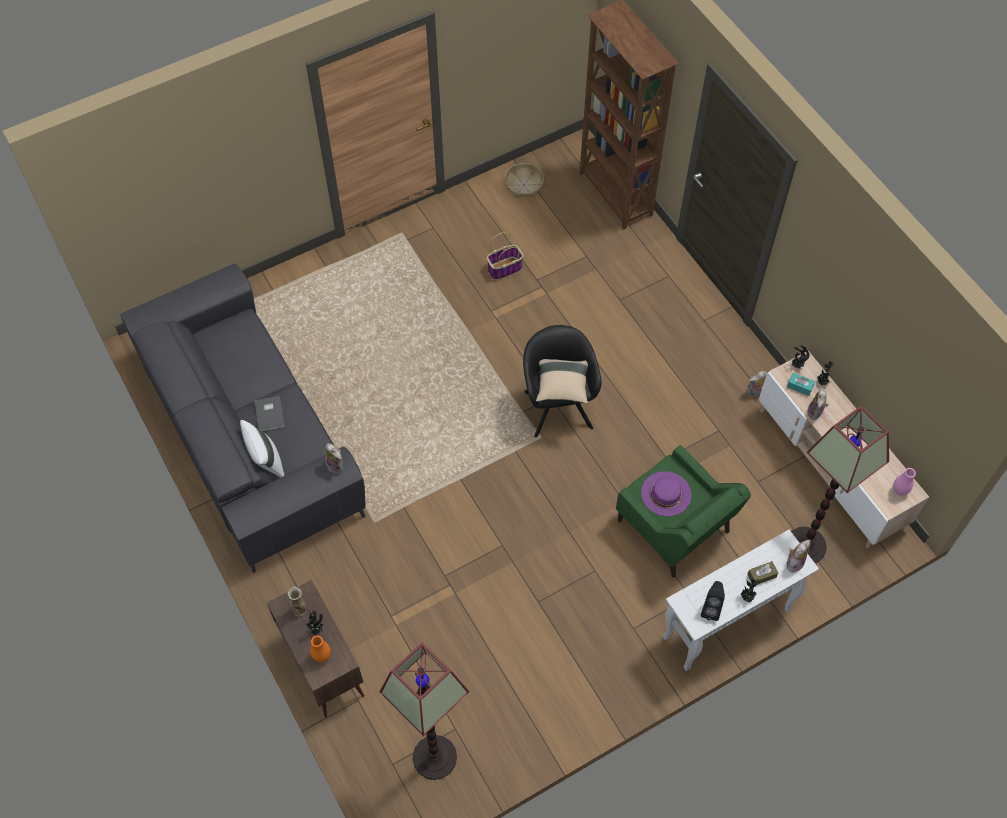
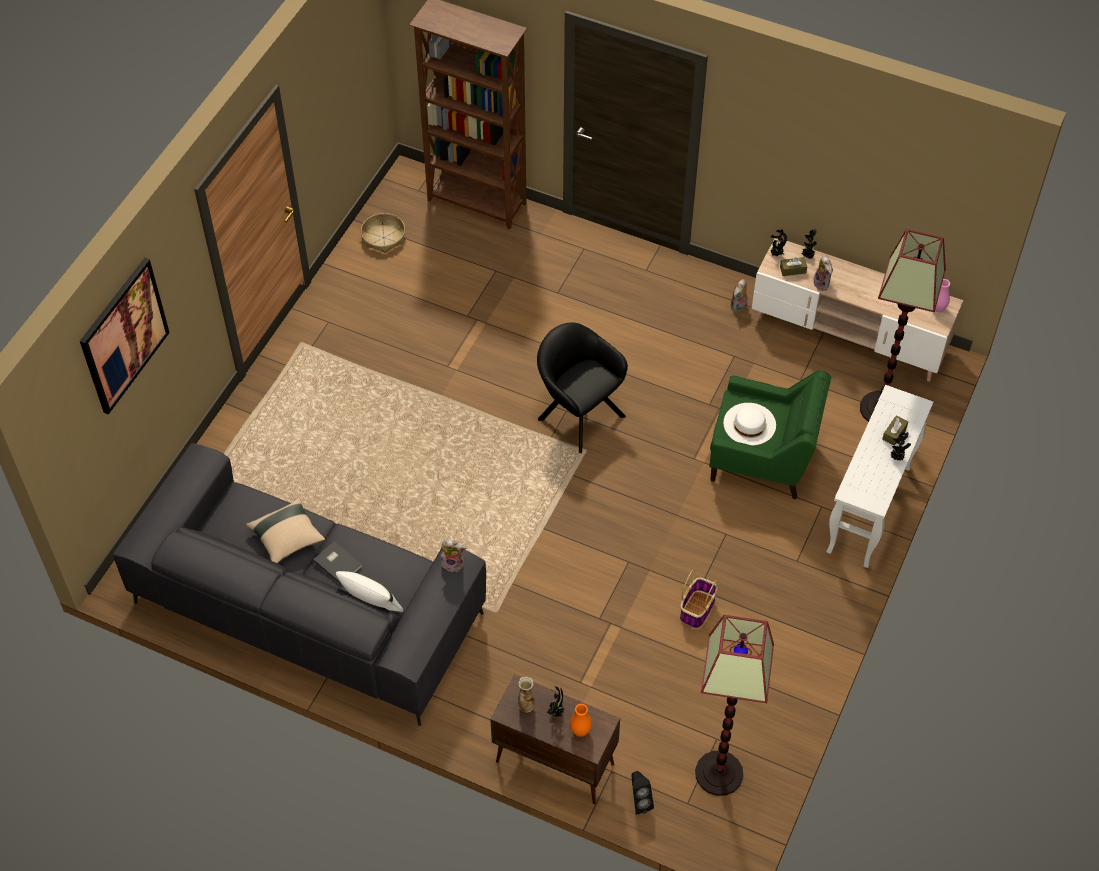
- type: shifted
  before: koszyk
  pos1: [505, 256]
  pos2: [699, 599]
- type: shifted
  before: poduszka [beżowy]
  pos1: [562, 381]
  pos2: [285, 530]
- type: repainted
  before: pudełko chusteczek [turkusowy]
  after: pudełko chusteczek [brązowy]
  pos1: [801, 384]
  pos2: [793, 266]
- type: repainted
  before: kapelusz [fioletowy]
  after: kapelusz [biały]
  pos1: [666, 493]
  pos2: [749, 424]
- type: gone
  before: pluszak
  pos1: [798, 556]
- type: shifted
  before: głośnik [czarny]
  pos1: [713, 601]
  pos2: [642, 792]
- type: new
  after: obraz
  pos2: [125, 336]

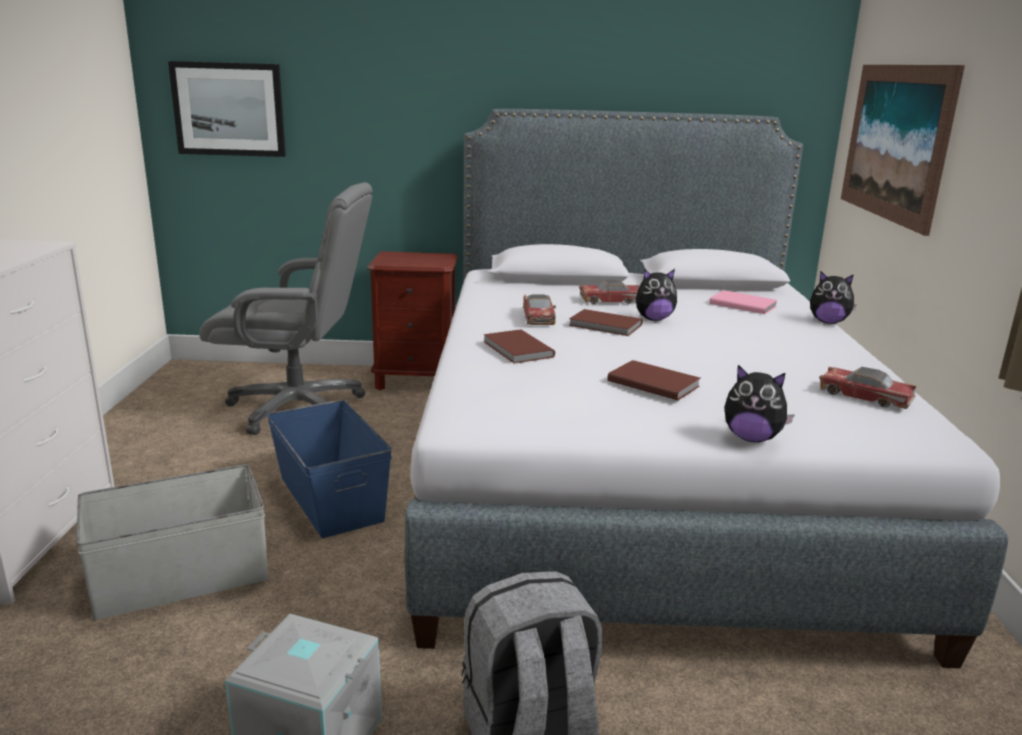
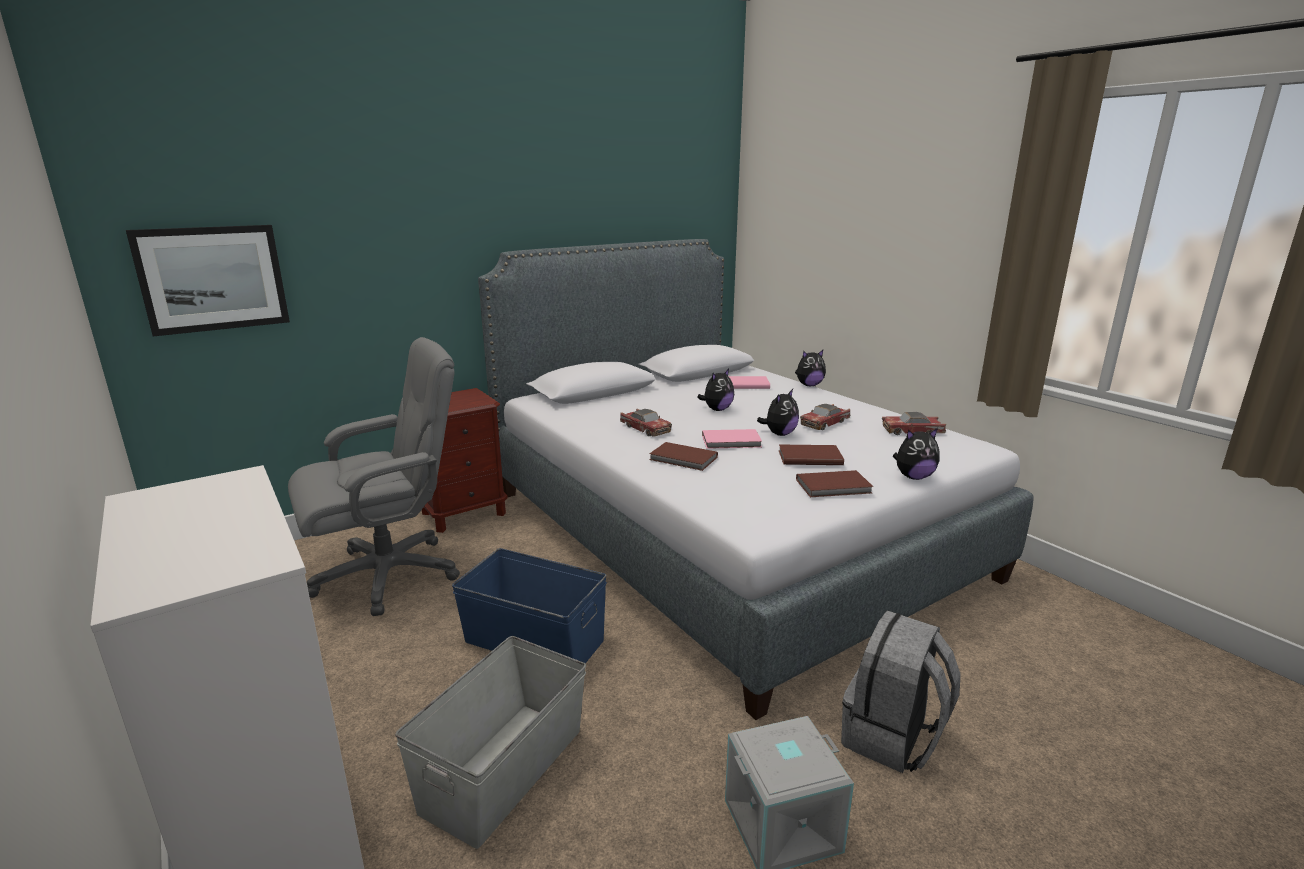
- type: gone
  before: obraz
  pos1: [903, 150]
- type: shifted
  before: samochodzik
  pos1: [609, 291]
  pos2: [825, 417]
- type: shifted
  before: książka [brązowy]
  pos1: [606, 322]
  pos2: [834, 483]
- type: new
  after: pluszak
  pos2: [778, 412]
- type: new
  after: książka [różowy]
  pos2: [732, 439]

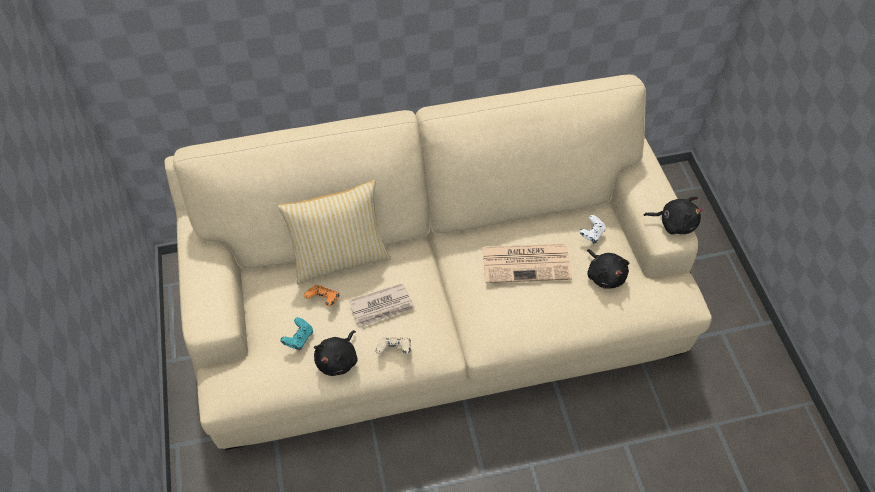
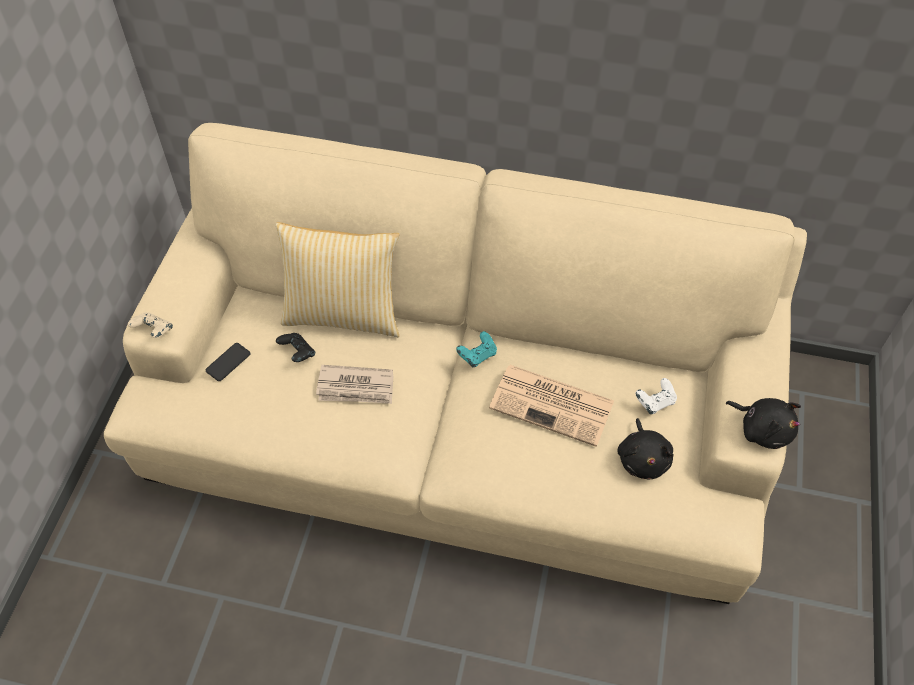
- type: repainted
  before: pad do gier [pomarańczowy]
  after: pad do gier [czarny]
  pos1: [321, 295]
  pos2: [295, 347]
- type: shifted
  before: pad do gier [turkusowy]
  pos1: [296, 333]
  pos2: [476, 349]
- type: gone
  before: pluszak [czarny]
  pos1: [335, 353]
- type: shifted
  before: pad do gier [beżowy]
  pos1: [393, 345]
  pos2: [150, 325]
- type: new
  after: telefon
  pos2: [228, 362]

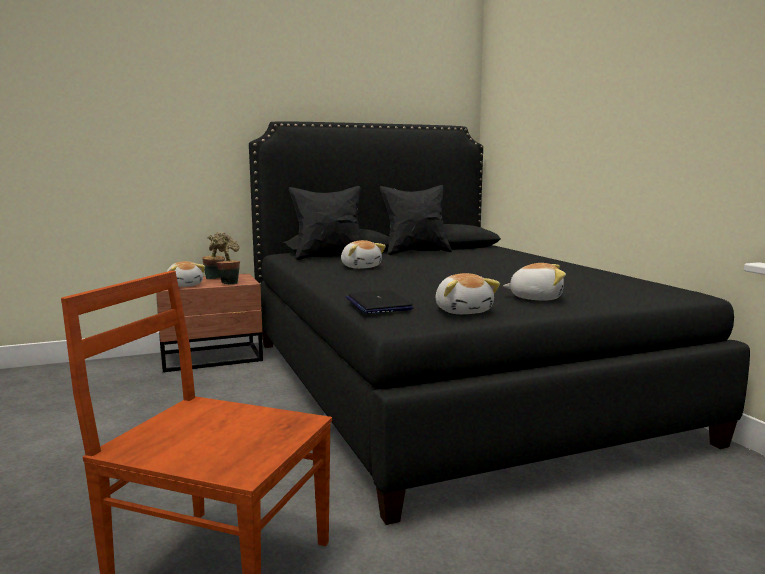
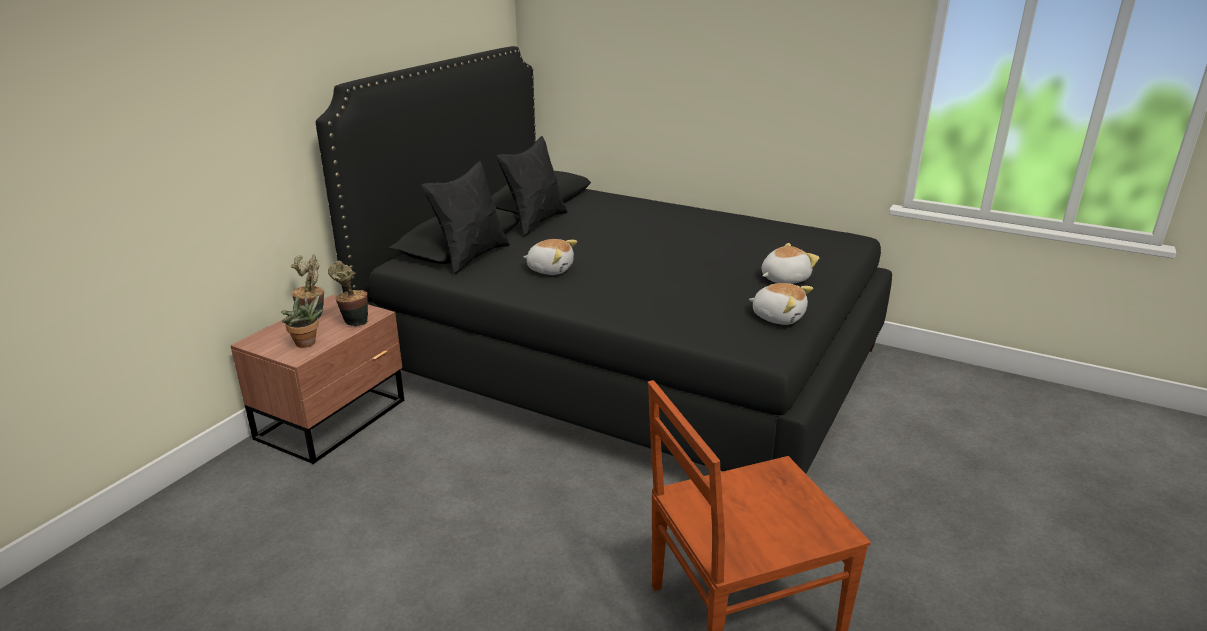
- type: swapped
  before: pluszak
  after: roślina doniczkowa
  pos1: [186, 274]
  pos2: [302, 321]
- type: gone
  before: laptop
  pos1: [380, 302]

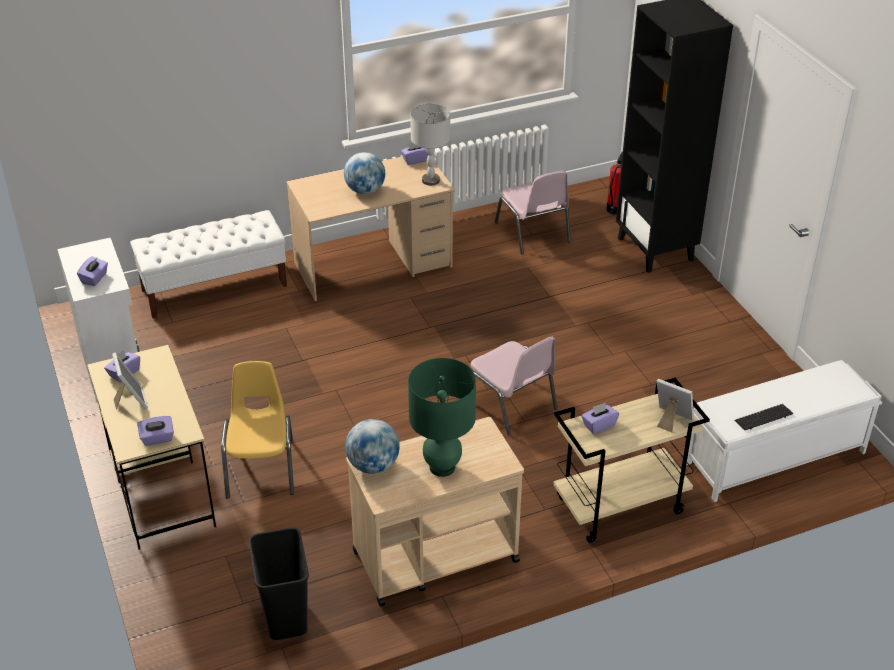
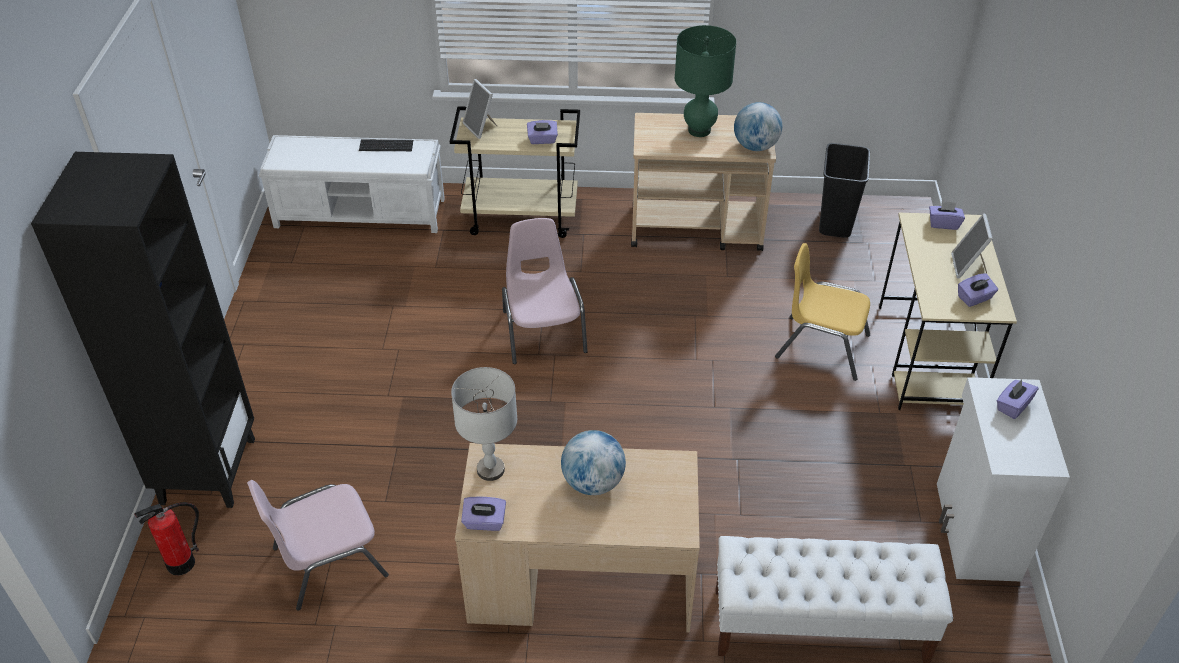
- type: rotated
  before: krzesło [różowy]
  pos1: [533, 212]
  pos2: [318, 545]
  turn: -120
- type: rotated
  before: krzesło [żółty]
  pos1: [257, 430]
  pos2: [822, 312]
  turn: 90

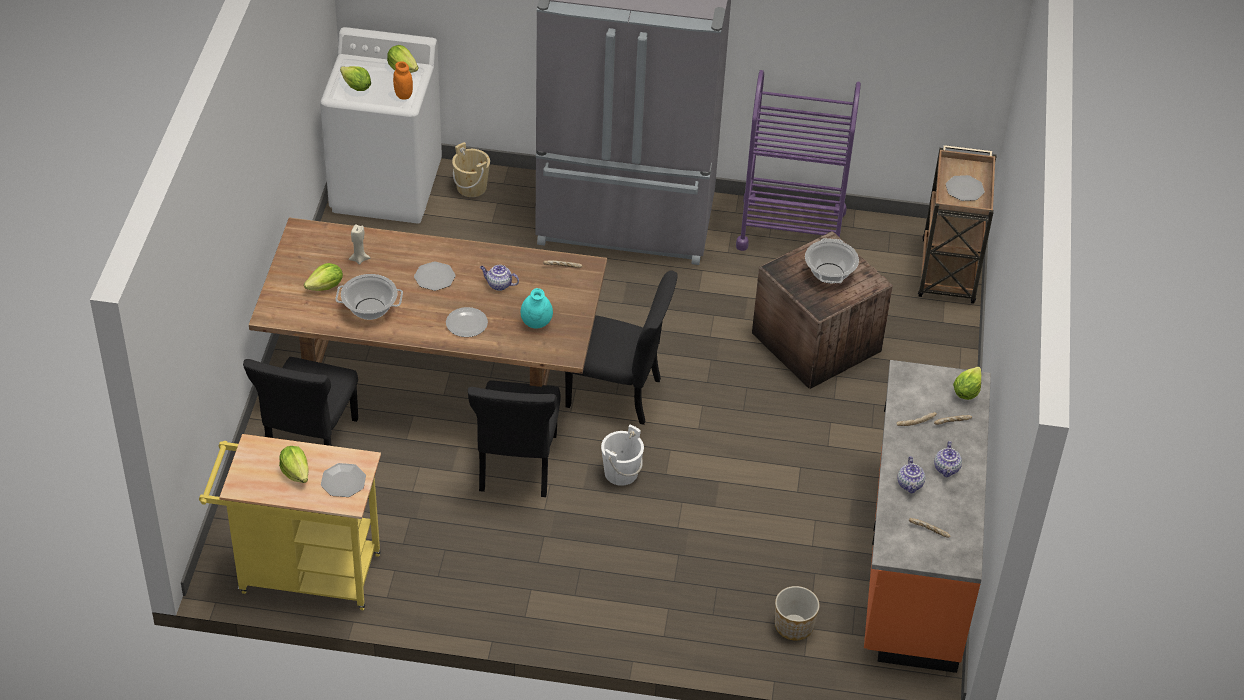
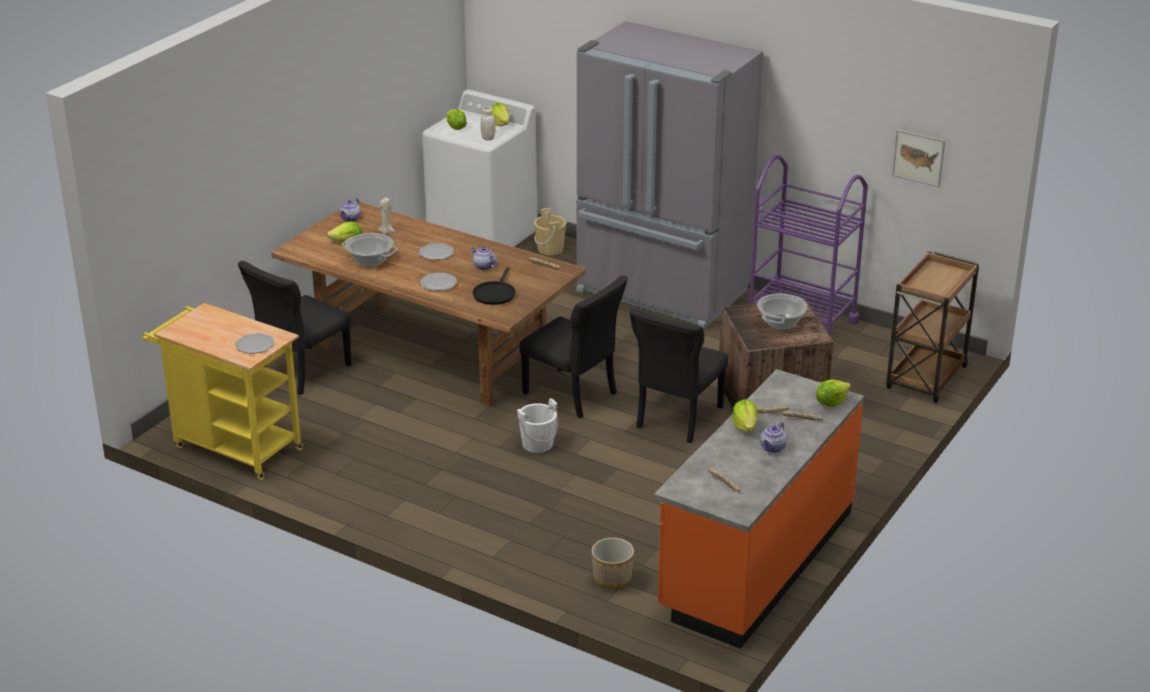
- type: repainted
  before: słoik [pomarańczowy]
  after: słoik [biały]
  pos1: [403, 80]
  pos2: [488, 123]
- type: gone
  before: talerz
  pos1: [965, 188]
- type: swapped
  before: wazon [turkusowy]
  after: patelnia [czarny]
  pos1: [537, 308]
  pos2: [494, 286]
- type: shifted
  before: krzesło [czarny]
  pos1: [514, 439]
  pos2: [679, 376]
- type: shifted
  before: sałata
  pos1: [294, 464]
  pos2: [745, 416]
- type: shifted
  before: imbryk
  pos1: [911, 475]
  pos2: [350, 209]
- type: new
  after: obraz
  pos2: [918, 158]

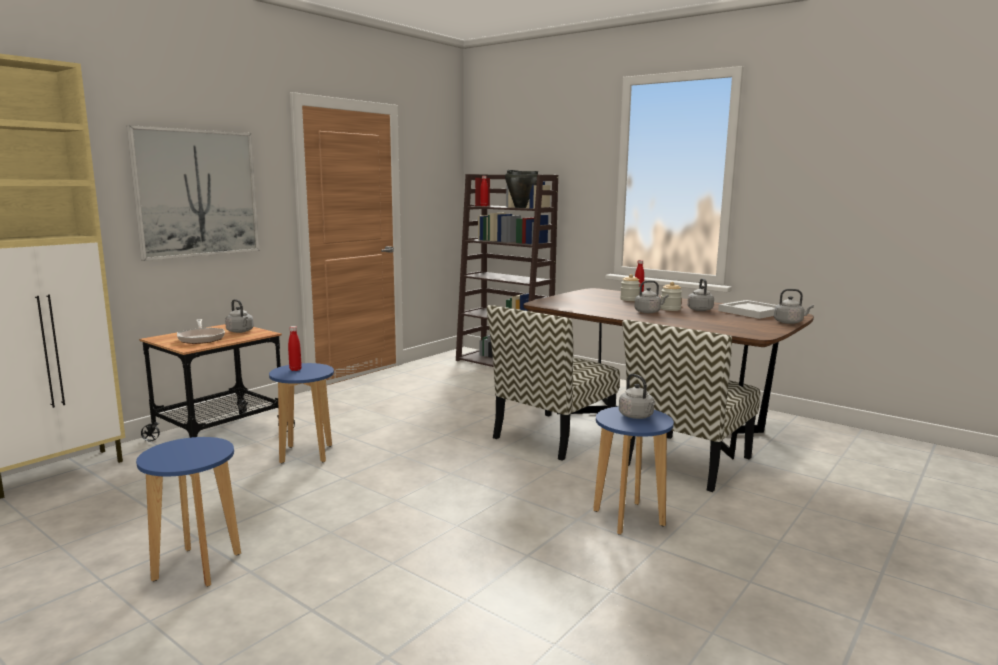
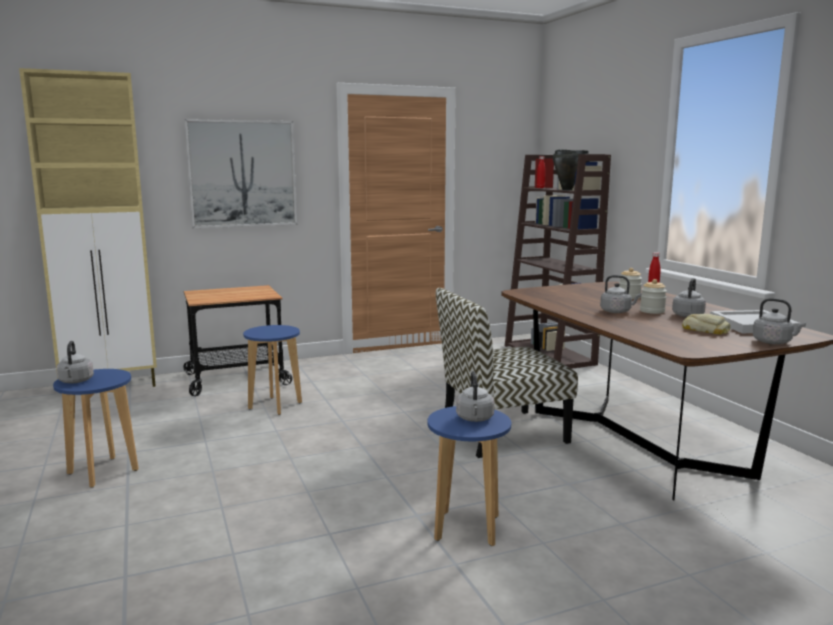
- type: shifted
  before: czajnik [szary]
  pos1: [239, 316]
  pos2: [75, 362]
- type: gone
  before: patelnia
  pos1: [201, 331]
- type: gone
  before: krzesło
  pos1: [691, 406]
- type: gone
  before: butelka [czerwony]
  pos1: [295, 348]
- type: new
  after: chleb
  pos2: [706, 324]

